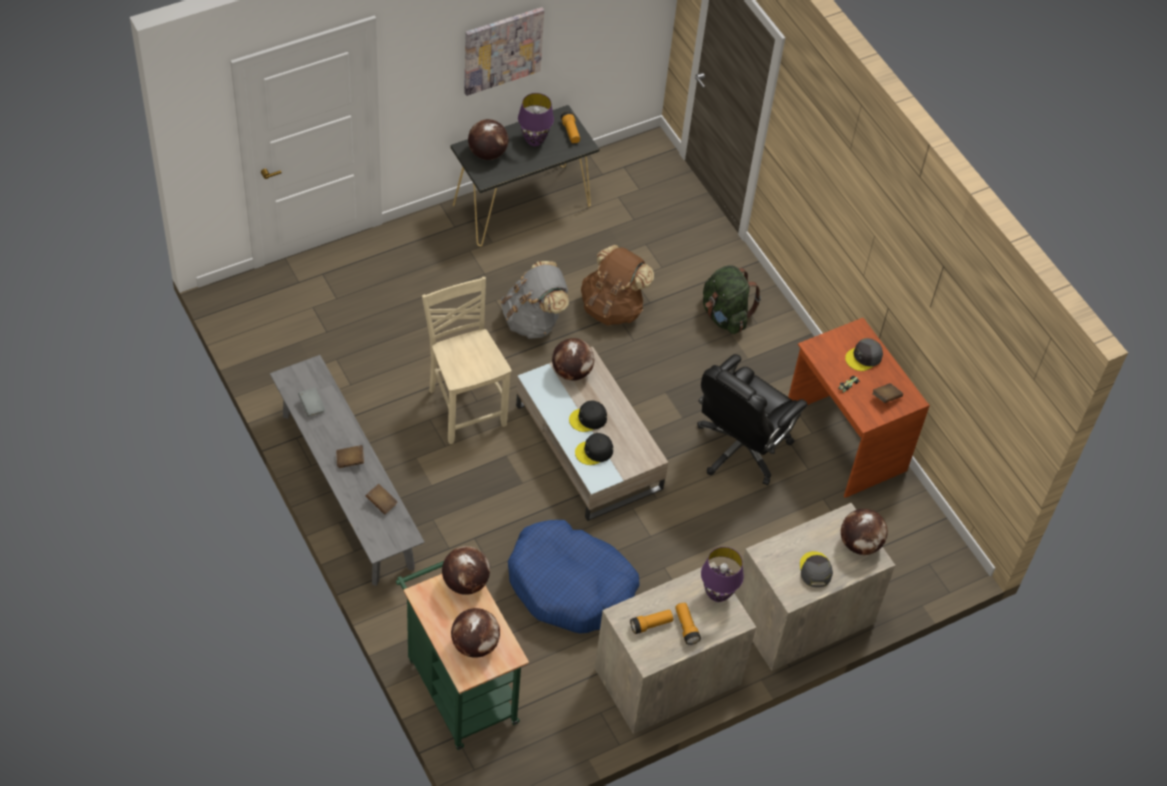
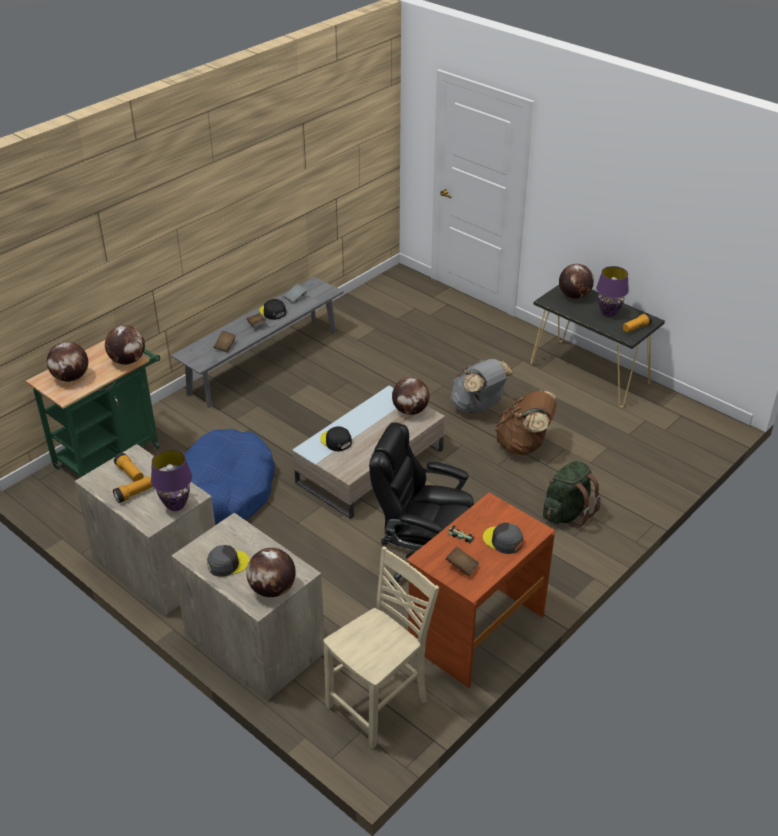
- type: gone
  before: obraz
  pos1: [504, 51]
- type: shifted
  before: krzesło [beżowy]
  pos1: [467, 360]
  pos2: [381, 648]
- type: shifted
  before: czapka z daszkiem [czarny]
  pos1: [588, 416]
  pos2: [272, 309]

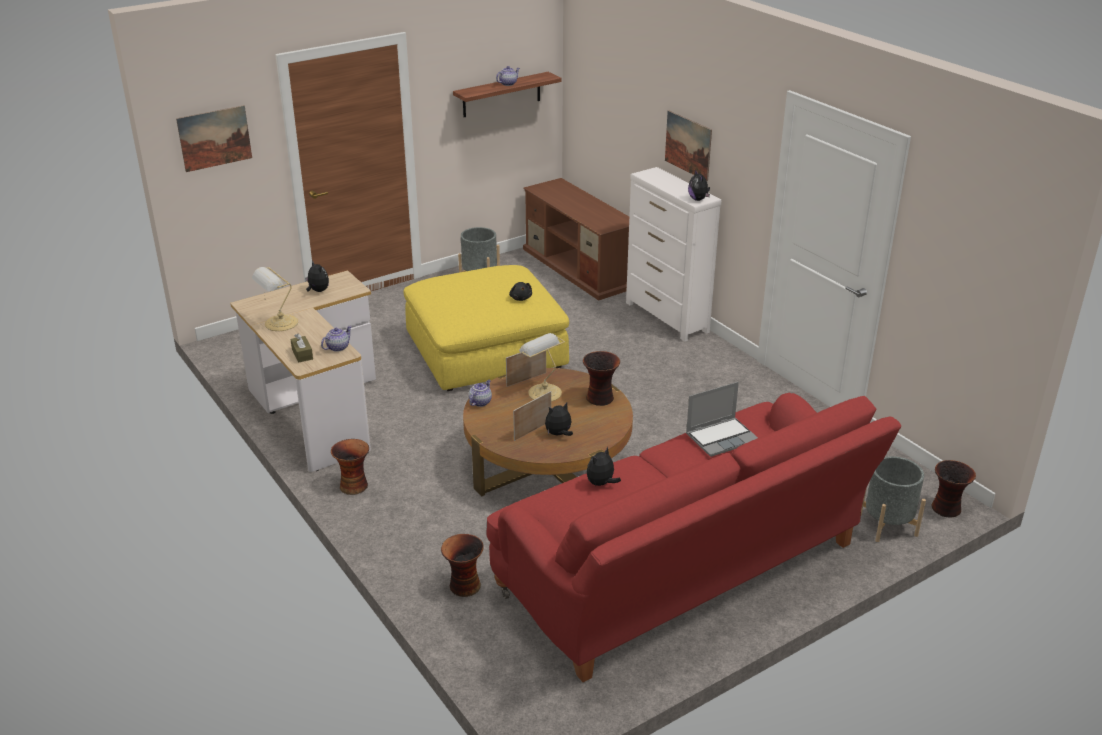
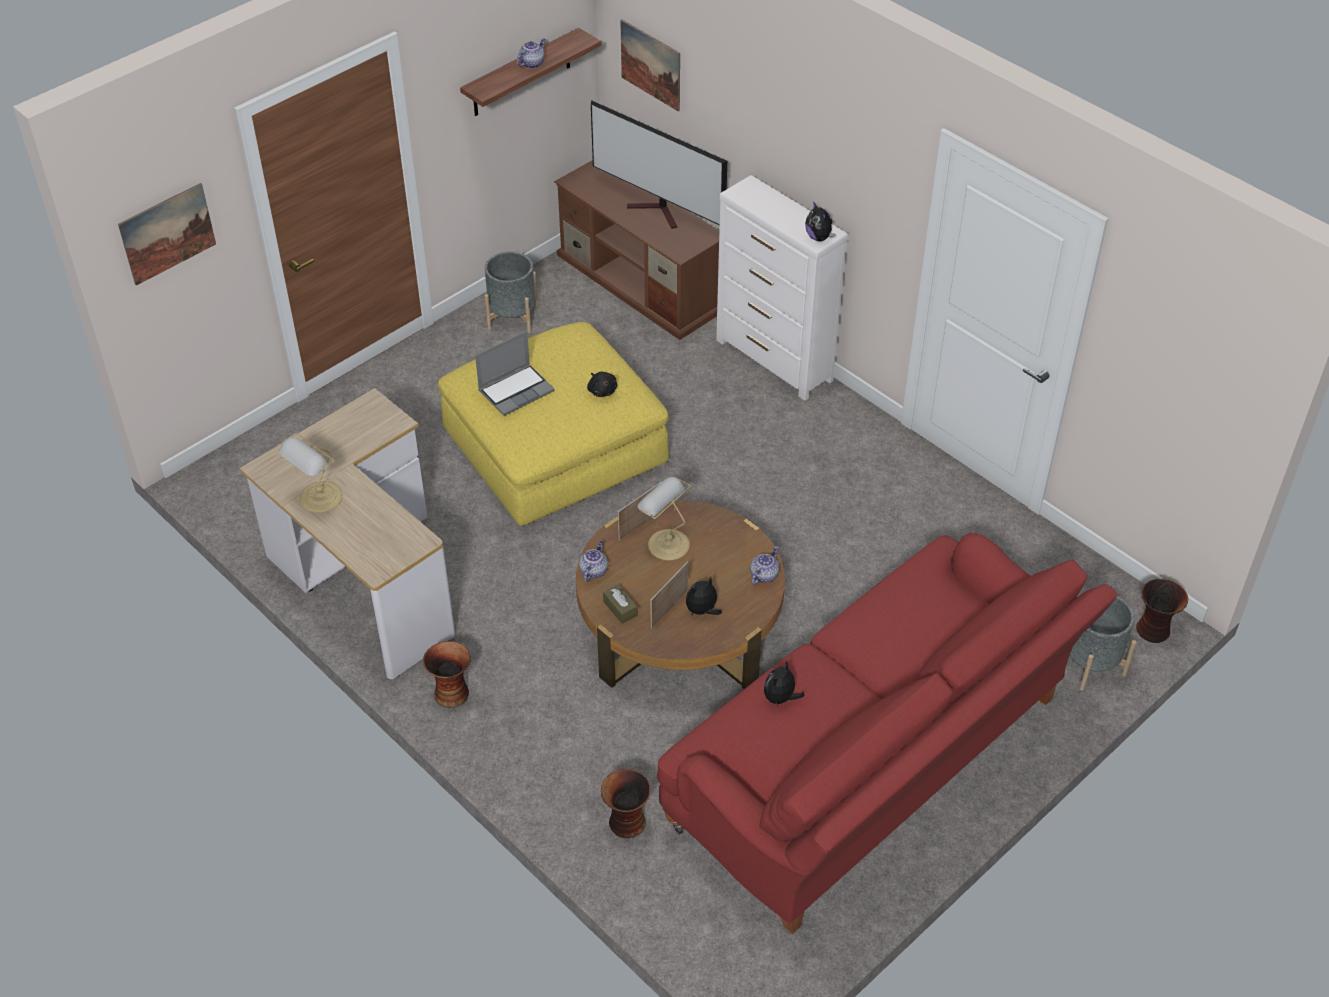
- type: shifted
  before: obraz
  pos1: [688, 146]
  pos2: [650, 66]
- type: gone
  before: pluszak
  pos1: [317, 276]
- type: shifted
  before: imbryk
  pos1: [336, 339]
  pos2: [764, 565]
- type: shifted
  before: pudełko chusteczek [brązowy]
  pos1: [302, 348]
  pos2: [620, 604]
- type: gone
  before: wazon
  pos1: [601, 378]
- type: shifted
  before: laptop
  pos1: [722, 419]
  pos2: [514, 373]
- type: new
  after: telewizor
  pos2: [659, 164]

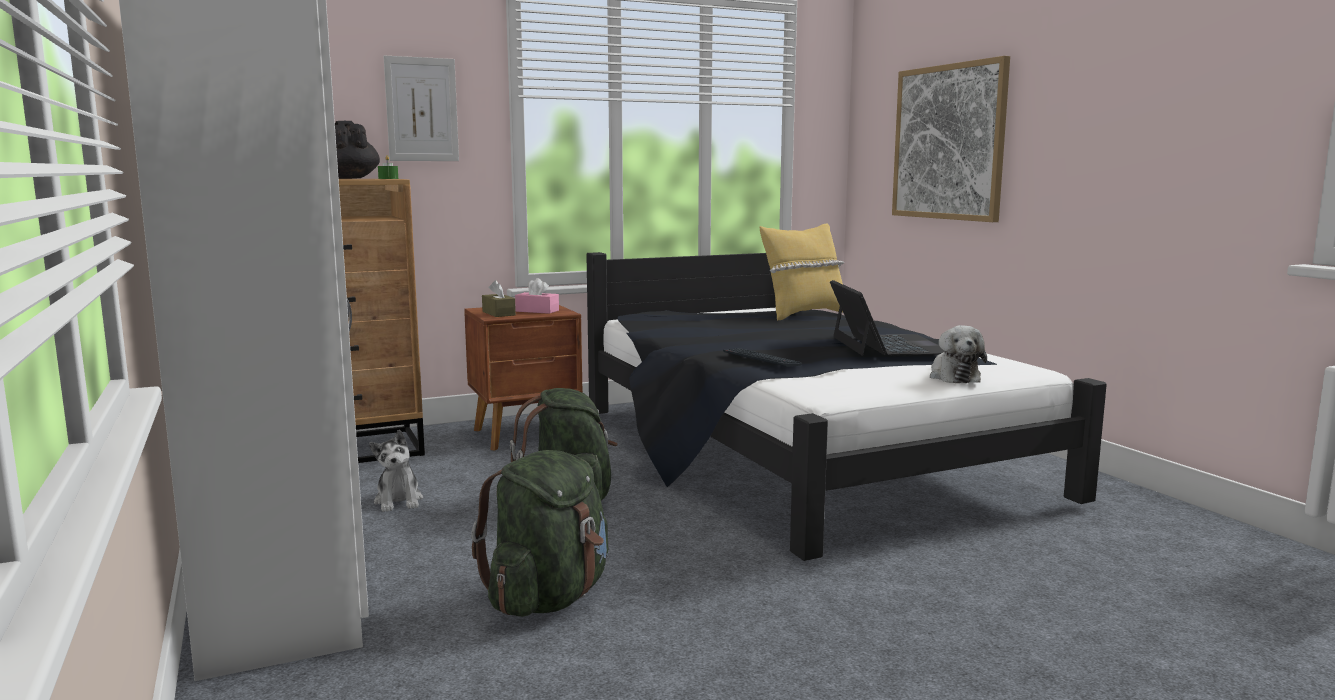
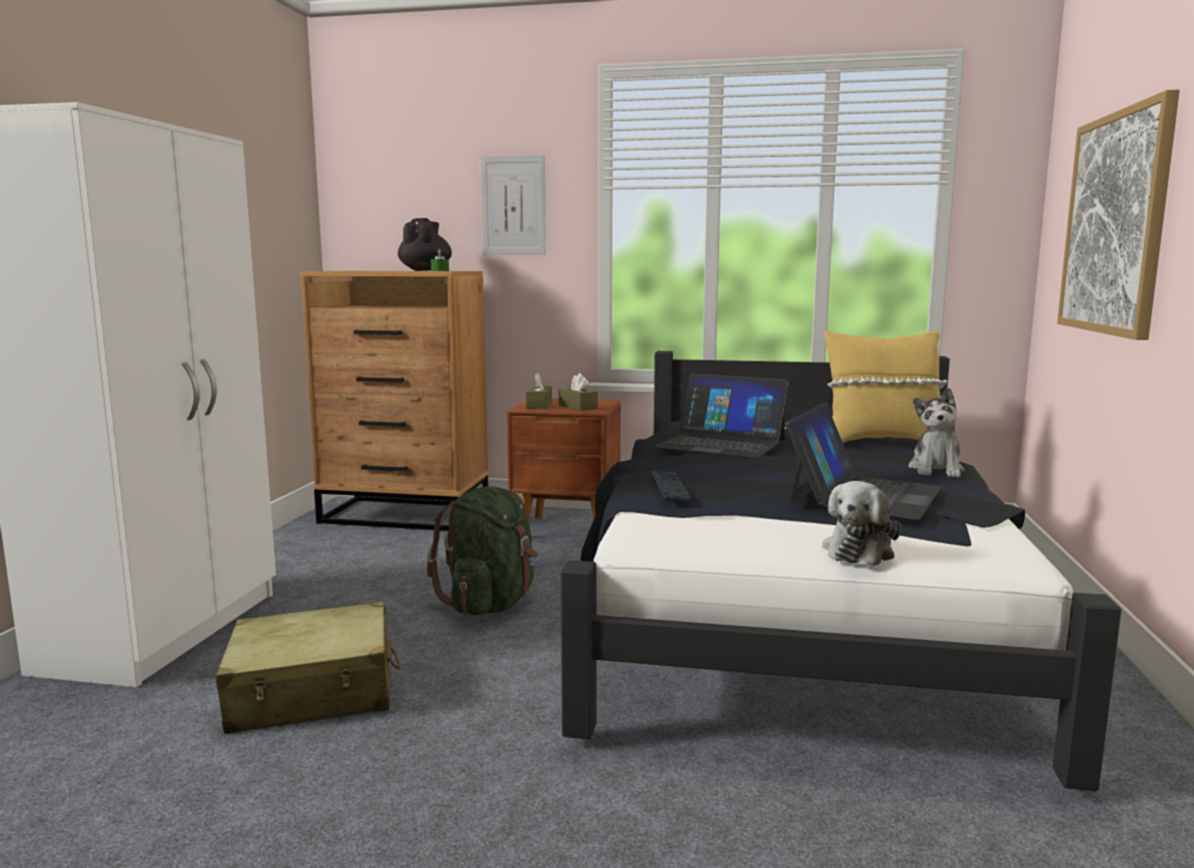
- type: repainted
  before: pudełko chusteczek [różowy]
  after: pudełko chusteczek [brązowy]
  pos1: [537, 296]
  pos2: [578, 392]
- type: shifted
  before: pluszak
  pos1: [396, 471]
  pos2: [936, 433]
- type: swapped
  before: plecak [zielony]
  after: walizka [beżowy]
  pos1: [539, 533]
  pos2: [308, 668]
- type: new
  after: laptop
  pos2: [721, 416]

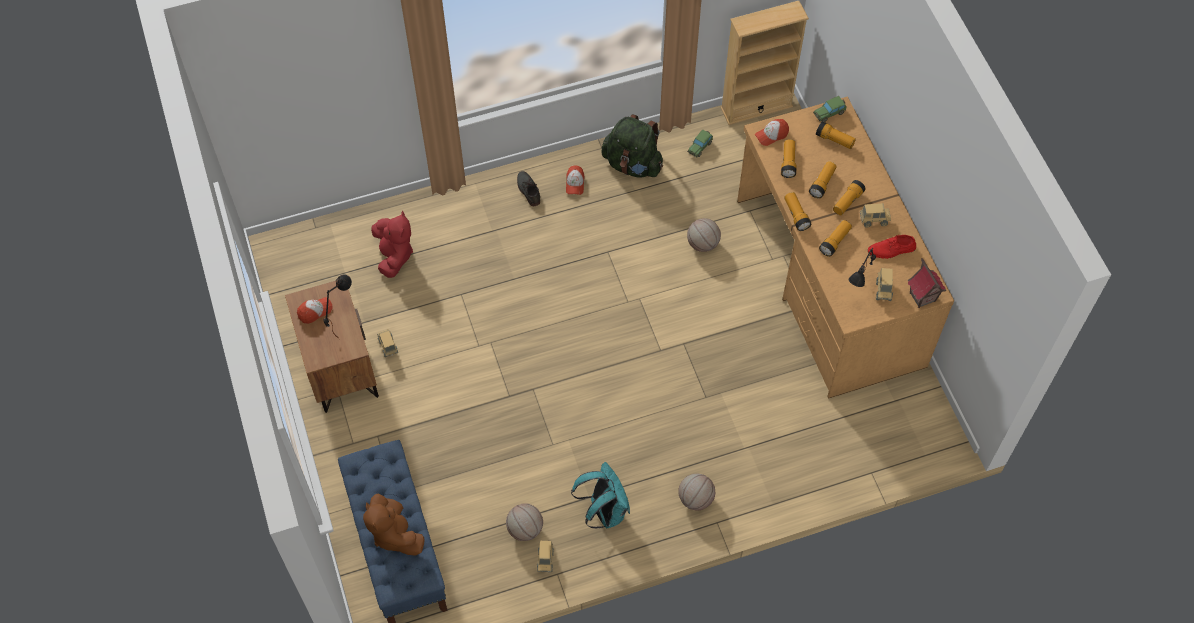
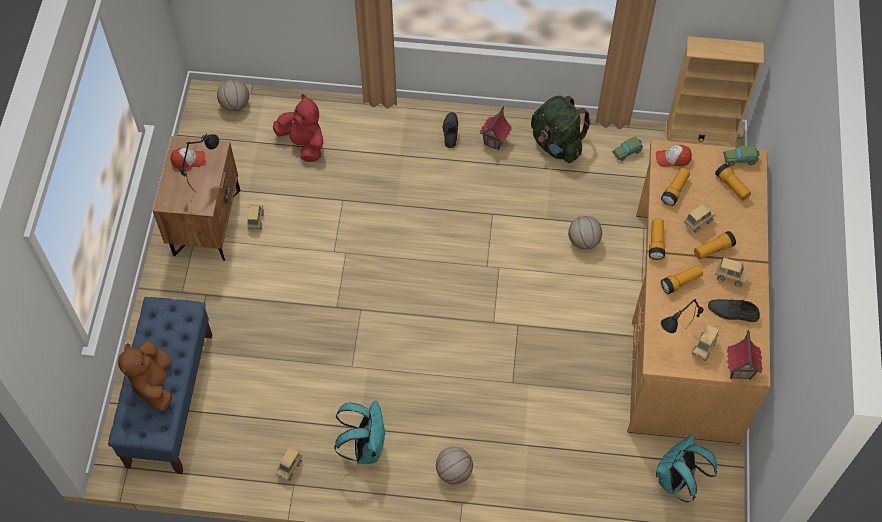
- type: swapped
  before: latarka
  after: ciężarówka zabawkowa
  pos1: [823, 179]
  pos2: [699, 218]
- type: swapped
  before: czapka z daszkiem
  after: domek
  pos1: [575, 180]
  pos2: [496, 128]
- type: rotated
  before: pluszak [czerwony]
  pos1: [392, 244]
  pos2: [298, 128]
  turn: -60
- type: repainted
  before: but [czerwony]
  after: but [szary]
  pos1: [892, 247]
  pos2: [734, 310]
- type: shifted
  before: piłka do koszykówki
  pos1: [524, 522]
  pos2: [233, 95]
- type: new
  after: plecak [turkusowy]
  pos2: [686, 468]

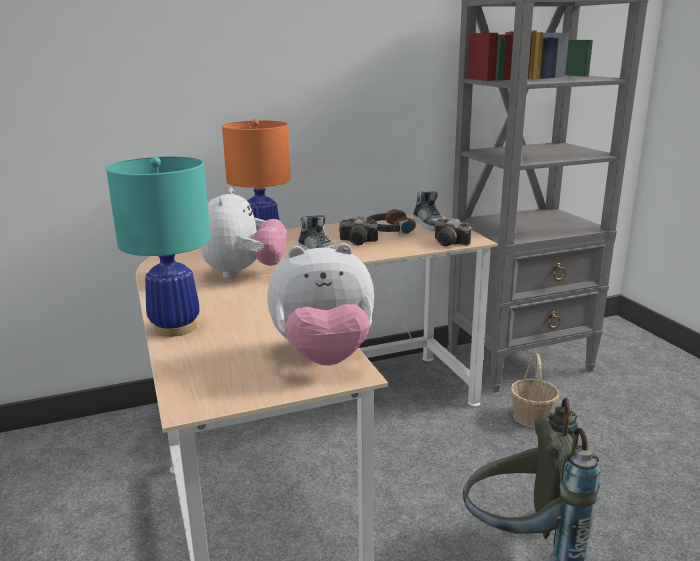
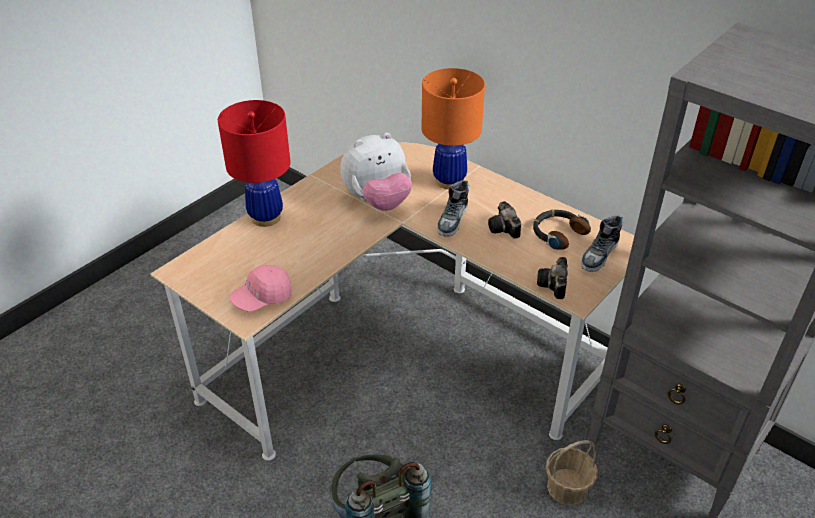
- type: repainted
  before: lampa stołowa [turkusowy]
  after: lampa stołowa [czerwony]
  pos1: [158, 247]
  pos2: [254, 163]
- type: swapped
  before: pluszak
  after: czapka z daszkiem [różowy]
  pos1: [320, 304]
  pos2: [260, 288]

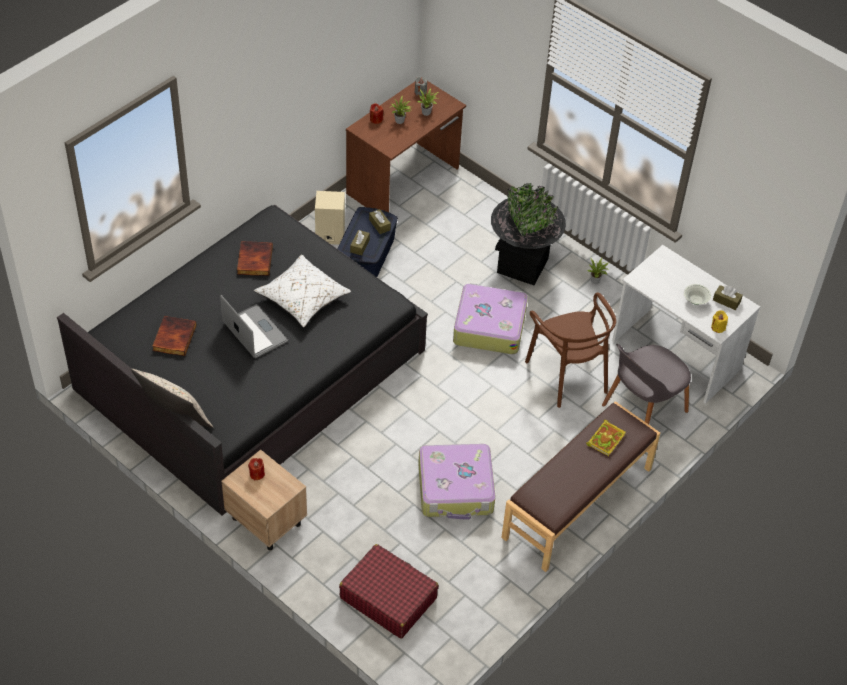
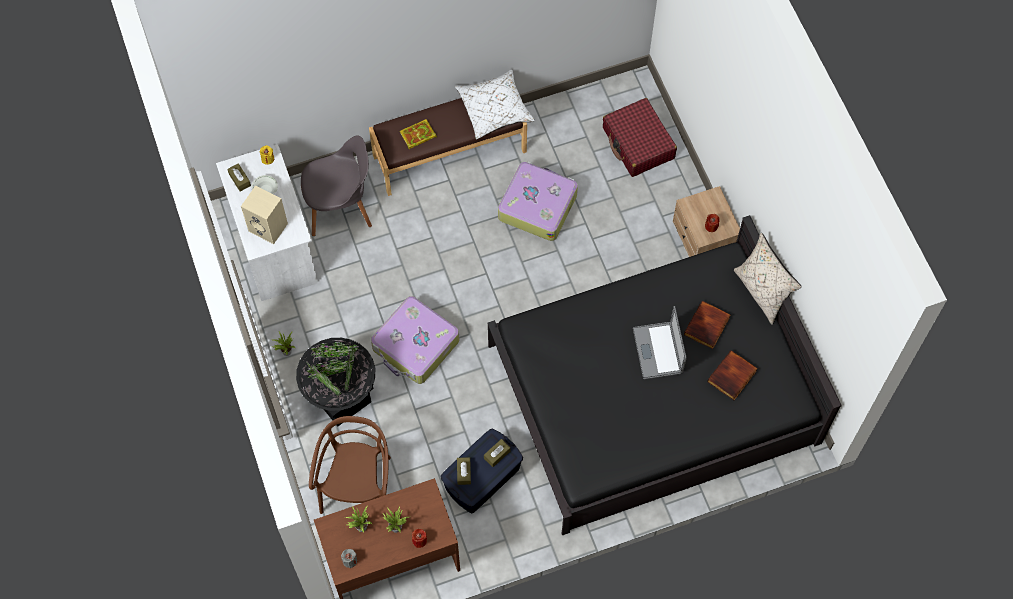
- type: shifted
  before: głośnik [beżowy]
  pos1: [330, 218]
  pos2: [264, 214]
- type: shifted
  before: książka
  pos1: [255, 258]
  pos2: [707, 325]
- type: shifted
  before: poduszka [biały]
  pos1: [302, 291]
  pos2: [495, 104]
- type: shifted
  before: krzesło [brązowy]
  pos1: [570, 350]
  pos2: [350, 465]

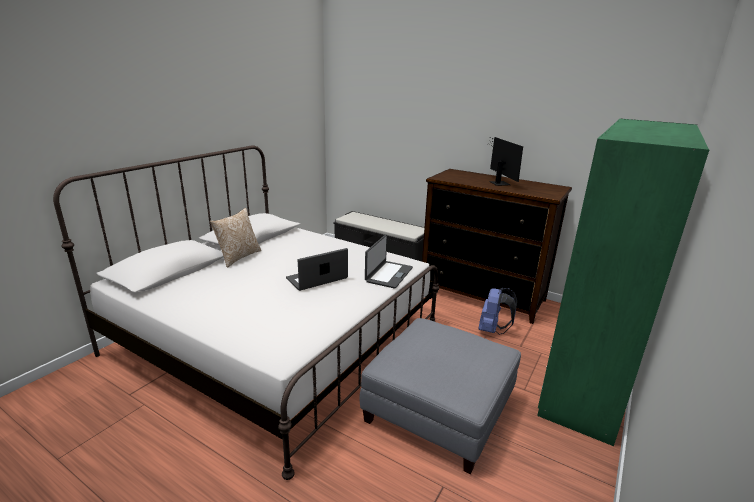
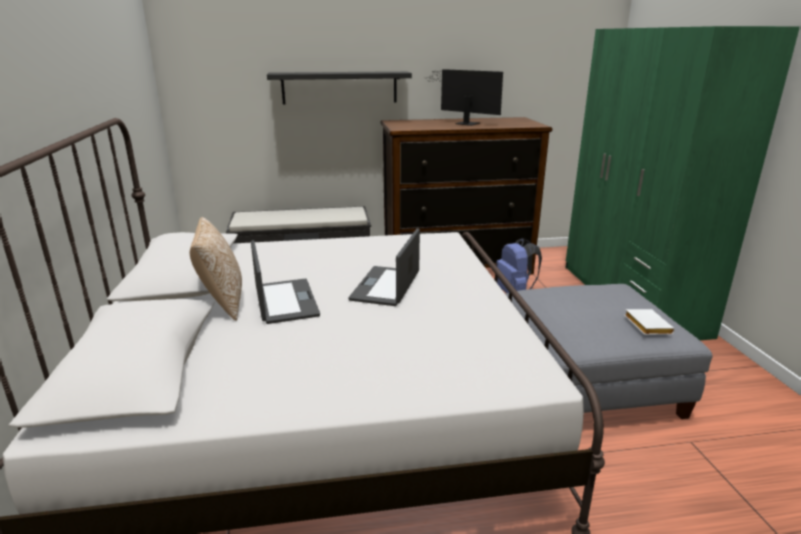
- type: shifted
  before: laptop
  pos1: [389, 261]
  pos2: [285, 282]
- type: new
  after: półka [czarny]
  pos2: [339, 88]
- type: new
  after: książka [biały]
  pos2: [649, 322]

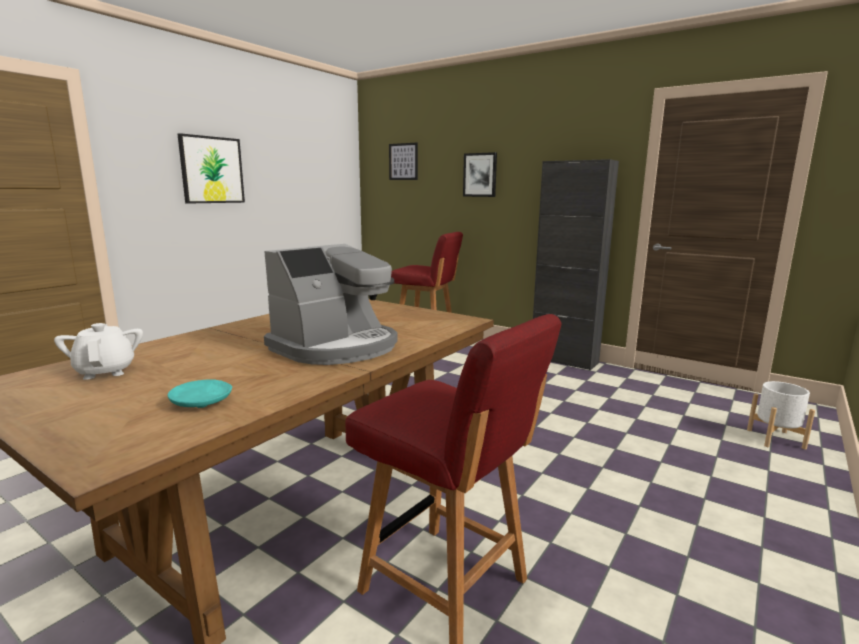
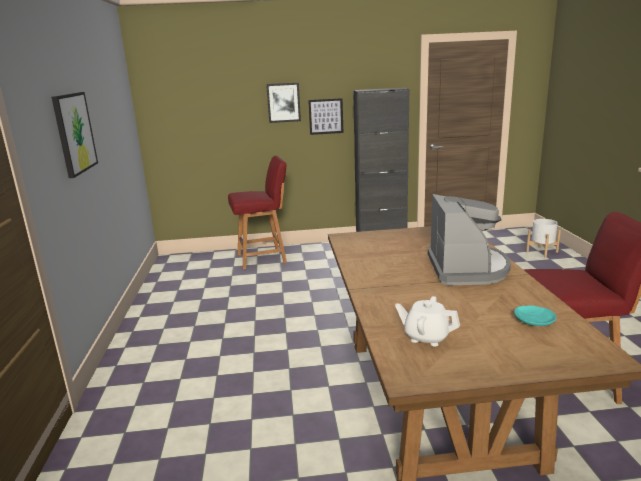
- type: shifted
  before: obraz
  pos1: [403, 161]
  pos2: [325, 116]

